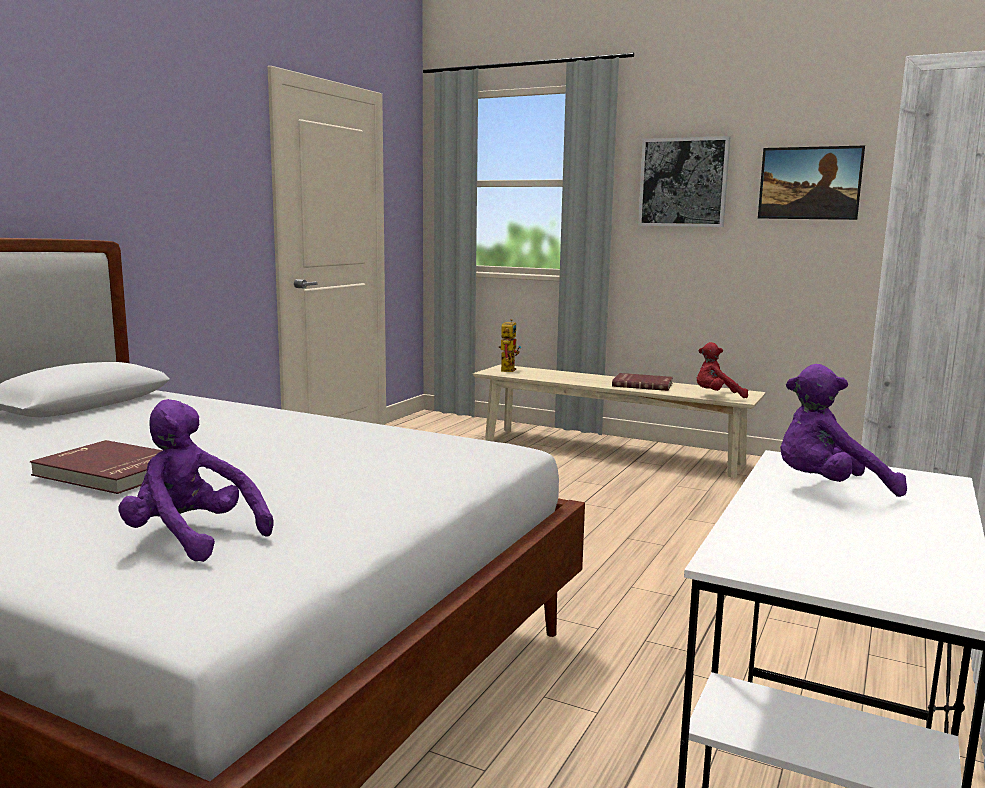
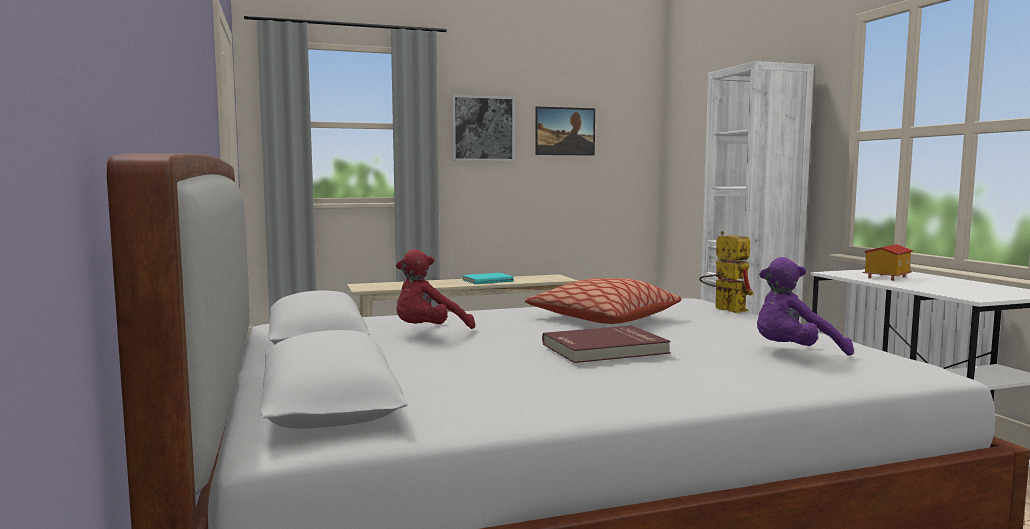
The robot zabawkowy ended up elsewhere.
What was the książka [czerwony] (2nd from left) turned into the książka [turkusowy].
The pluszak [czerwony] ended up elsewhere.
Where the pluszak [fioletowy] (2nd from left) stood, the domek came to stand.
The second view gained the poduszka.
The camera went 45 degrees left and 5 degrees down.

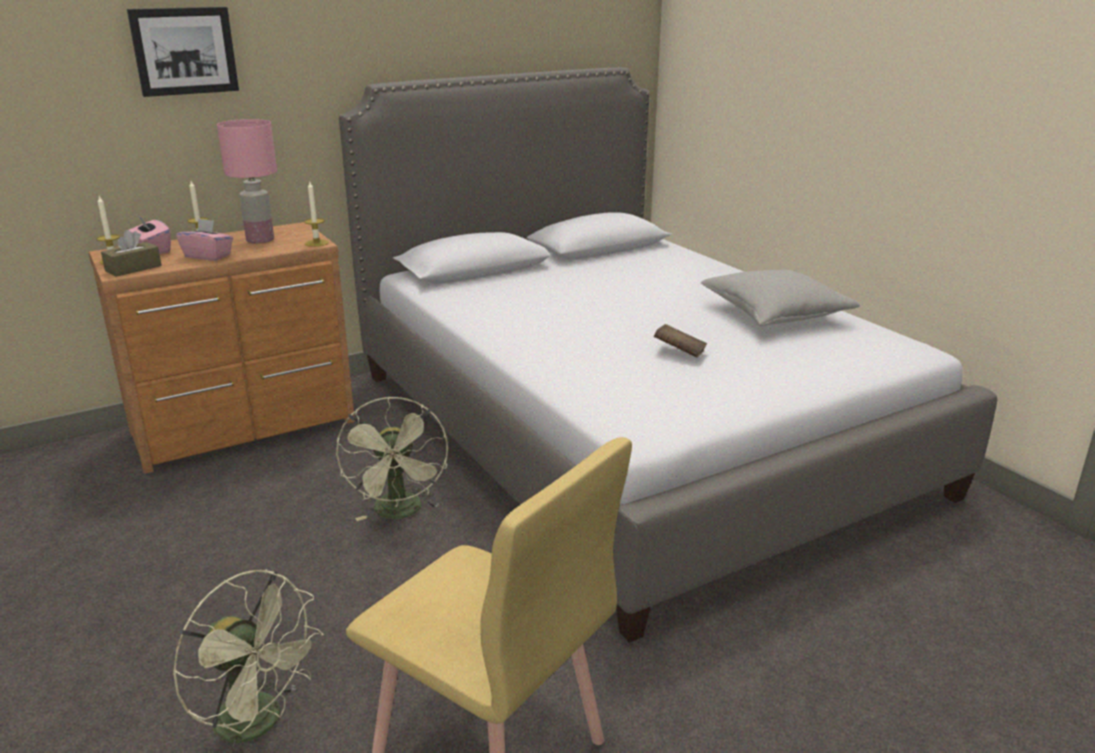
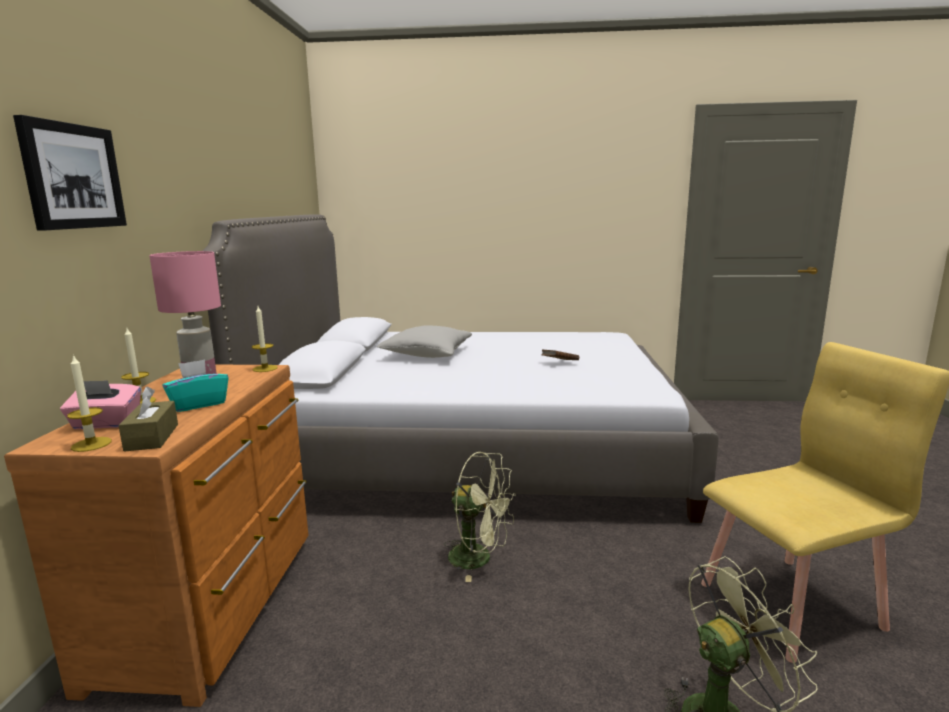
What was the pudełko chusteczek [różowy] (2nd from left) turned into the pudełko chusteczek [turkusowy].
The poduszka [szary] ended up elsewhere.
The camera went 55 degrees left and 10 degrees down.

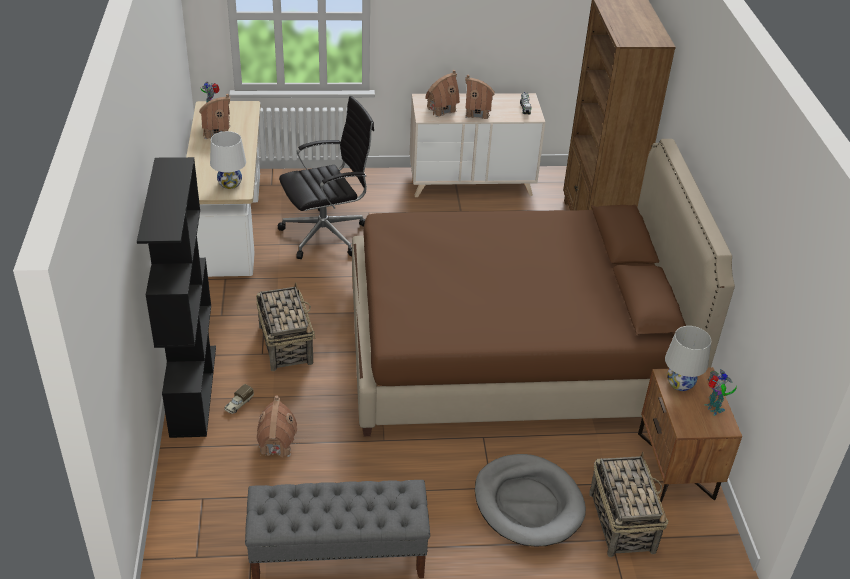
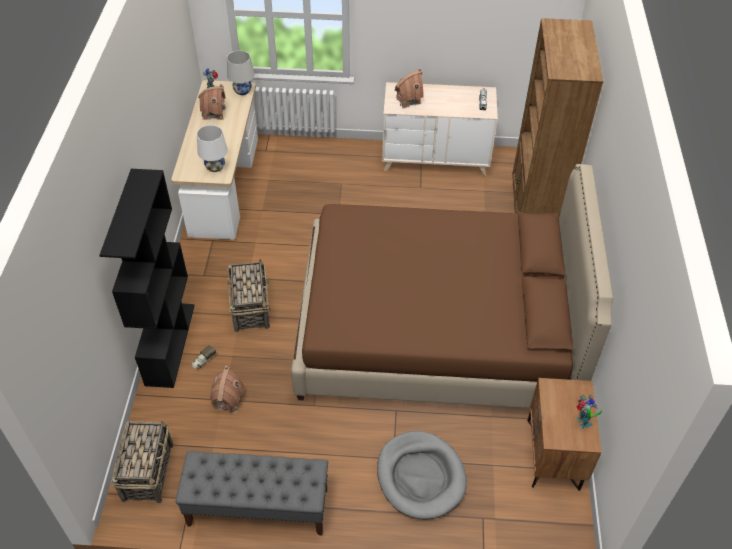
The second view lost the krzesło biurowe [czarny].
The second view lost the domek (4th from left).
The koszyk (2nd from left in the first image) ended up elsewhere.
The lampa stołowa [biały] (2nd from left) ended up elsewhere.
The camera went 10 degrees right and 10 degrees up.

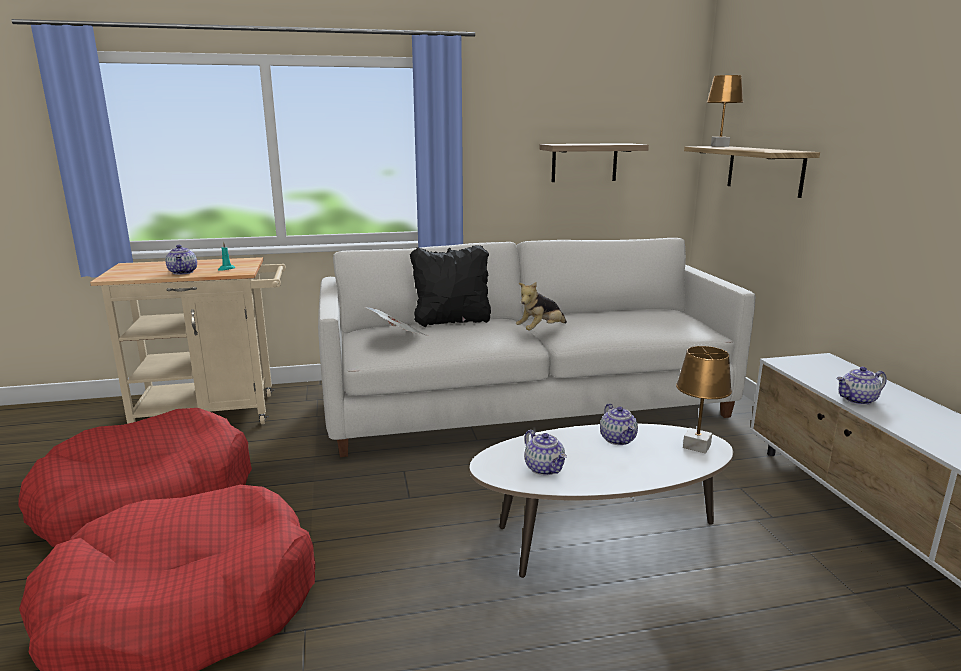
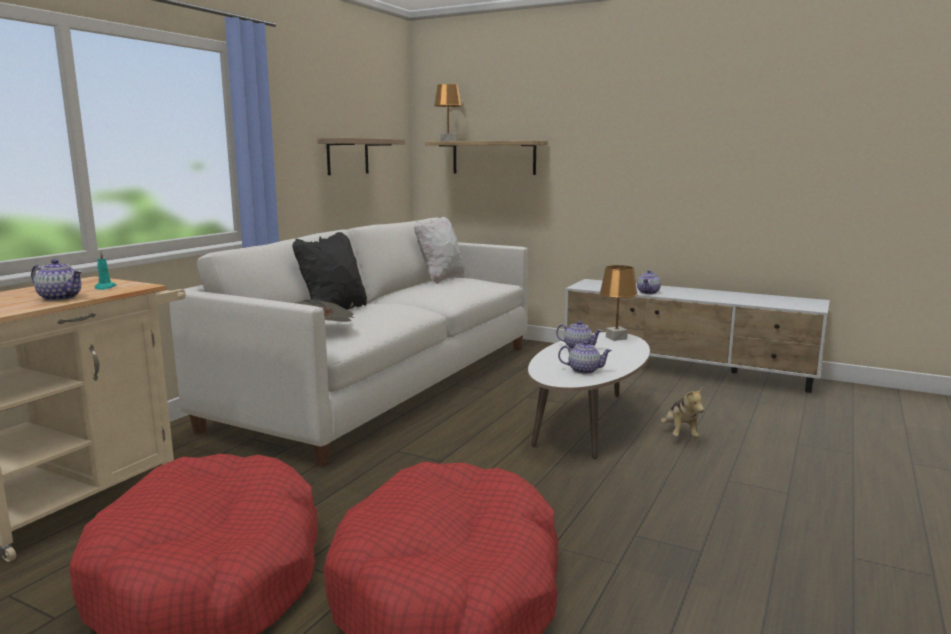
The pluszak ended up elsewhere.
The second view gained the poduszka [biały].
The camera went 50 degrees left and 5 degrees down.

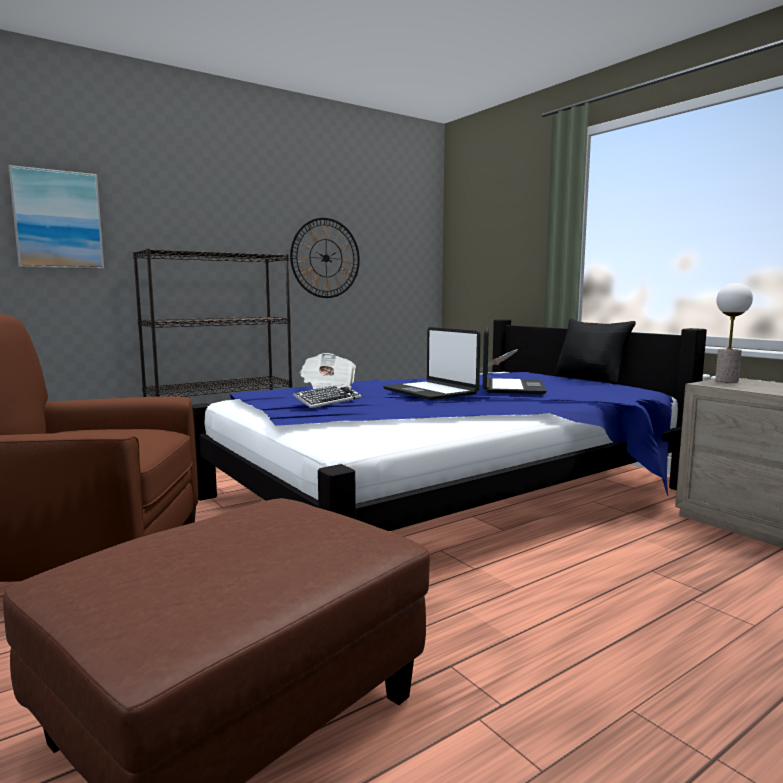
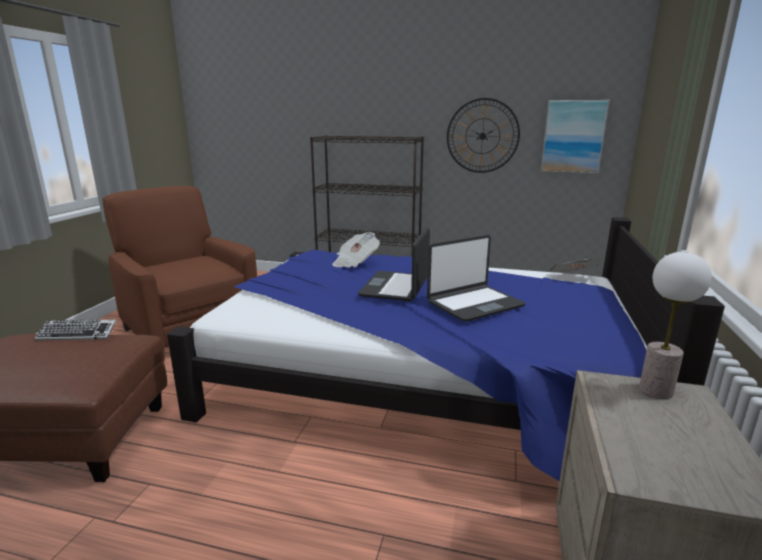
The obraz ended up elsewhere.
The klawiatura ended up elsewhere.
The second view lost the poduszka [czarny].
The camera went 50 degrees right and 10 degrees up.

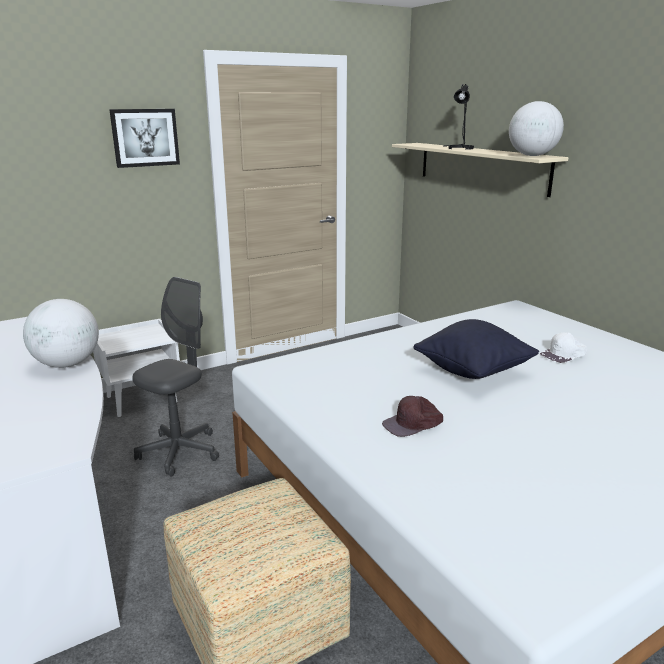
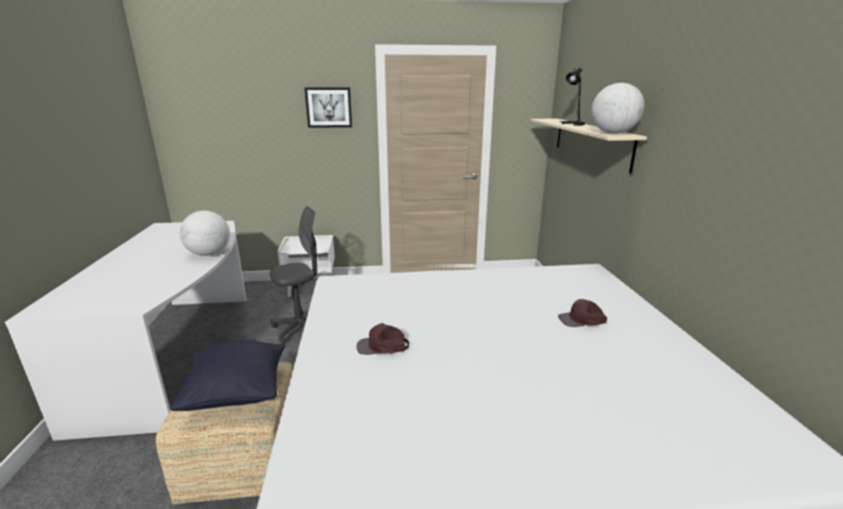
The poduszka [czarny] ended up elsewhere.
What was the czapka z daszkiem [biały] turned into the czapka z daszkiem [brązowy] (2nd from left).
The camera went 25 degrees right and 0 degrees up.

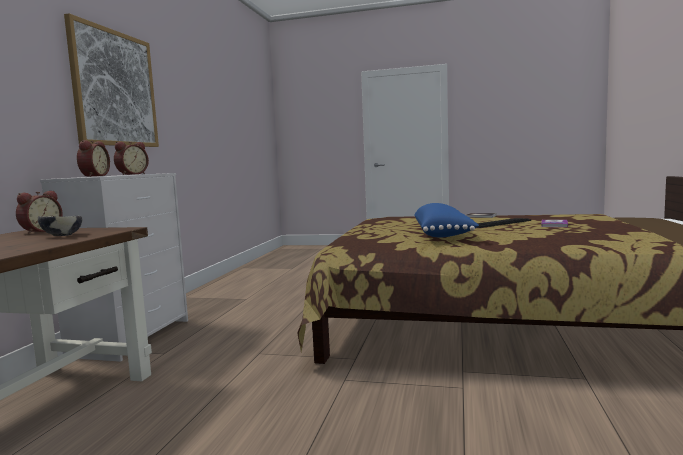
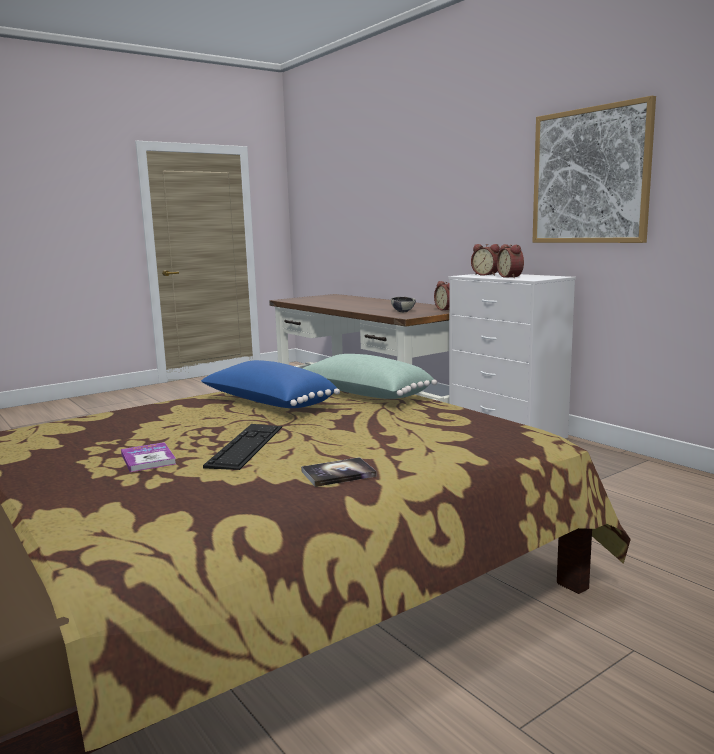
The second view gained the poduszka [zielony].
The camera went 130 degrees right and 5 degrees up.

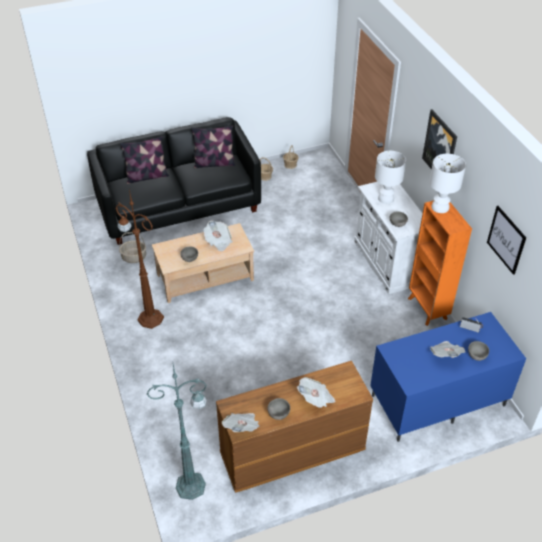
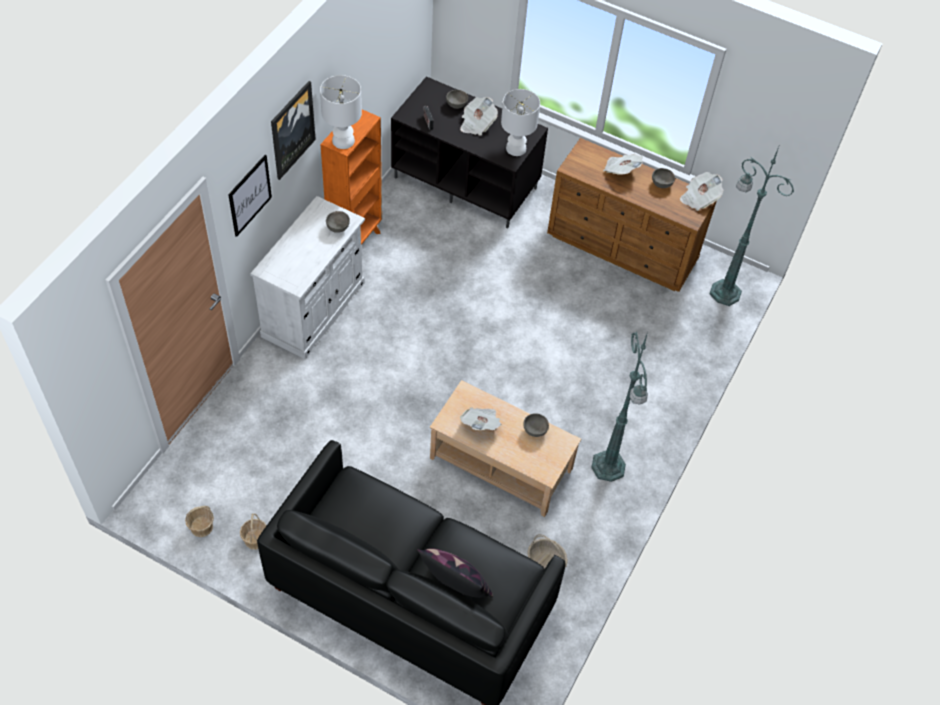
What was the lampa stojąca [brązowy] turned into the lampa stojąca [zielony] (1st from left).
The second view lost the poduszka (2nd from left).
What was the szafka pod telewizor [niebieski] turned into the szafka pod telewizor [czarny].
The lampa stołowa [biały] (1st from left in the first image) ended up elsewhere.
The obraz (2nd from left in the first image) ended up elsewhere.
The camera went 135 degrees left and 10 degrees up.

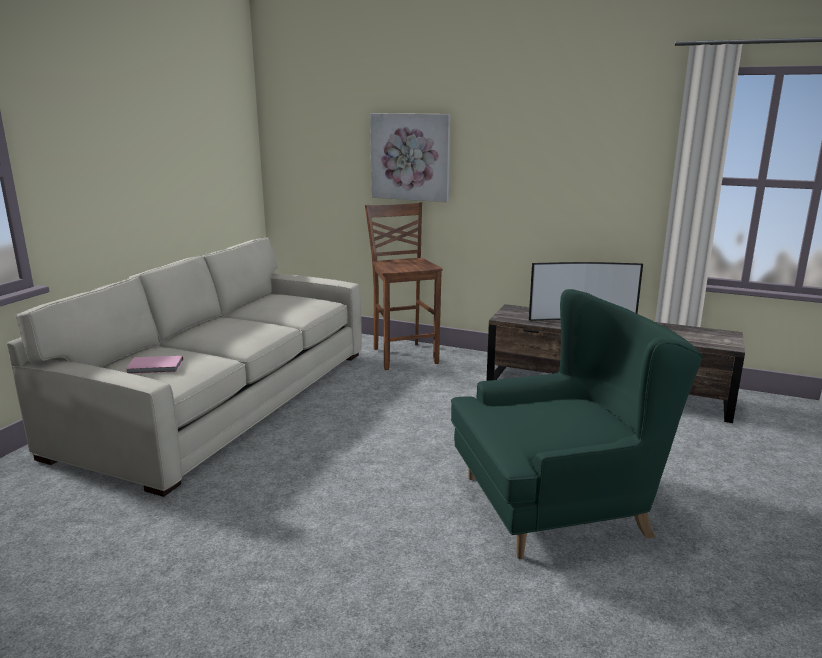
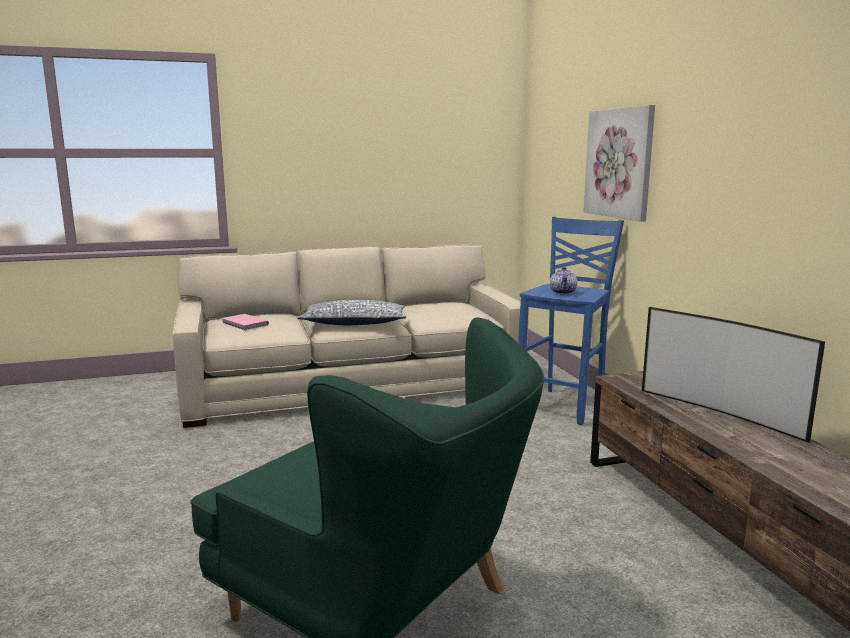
What was the stołek [brązowy] turned into the stołek [niebieski].
The second view gained the poduszka.
The second view gained the imbryk.
The camera went 50 degrees right and 5 degrees down.

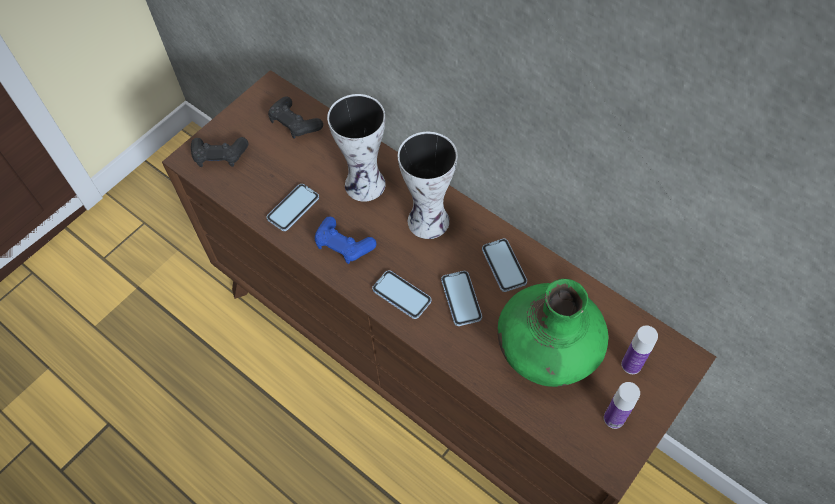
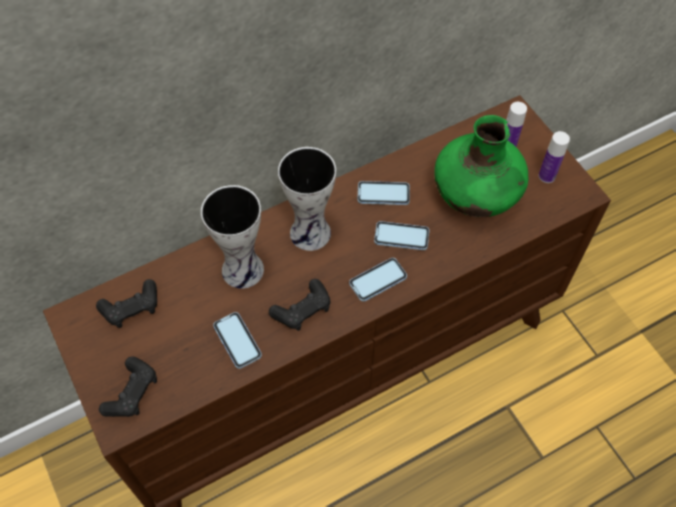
What was the pad do gier [niebieski] turned into the pad do gier [czarny] (3rd from left).
The camera went 70 degrees left and 0 degrees up.

